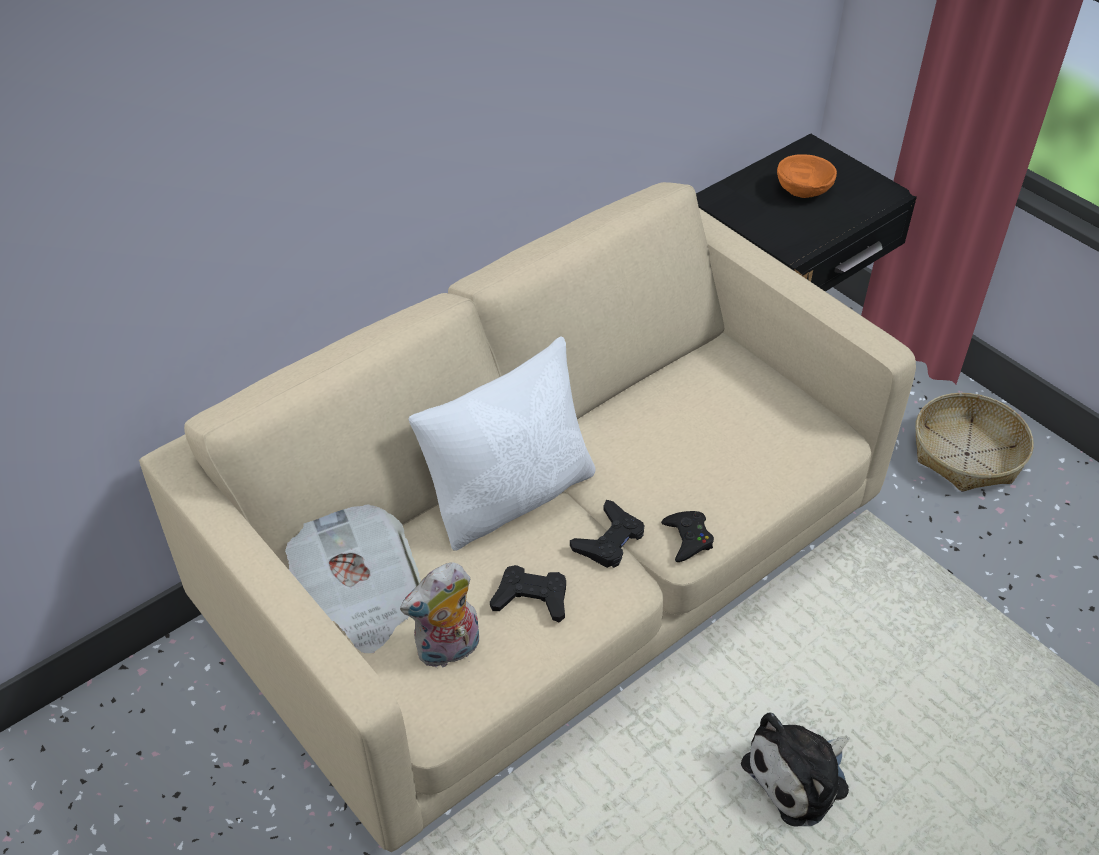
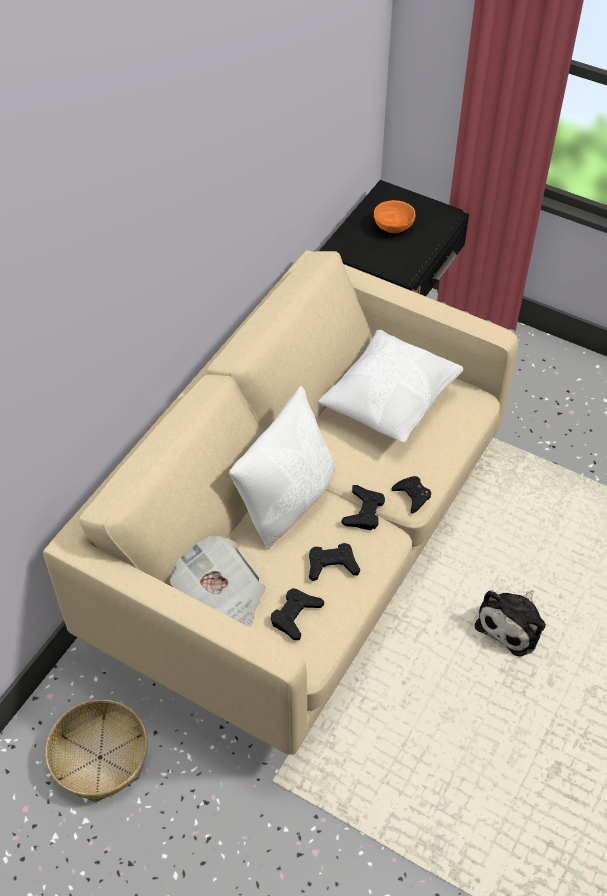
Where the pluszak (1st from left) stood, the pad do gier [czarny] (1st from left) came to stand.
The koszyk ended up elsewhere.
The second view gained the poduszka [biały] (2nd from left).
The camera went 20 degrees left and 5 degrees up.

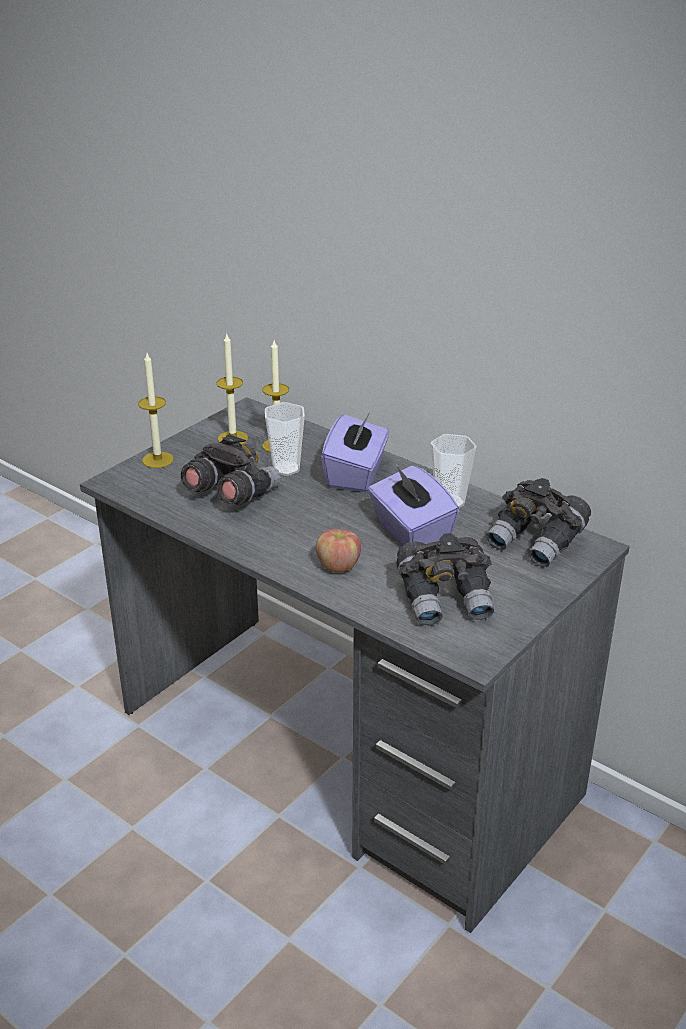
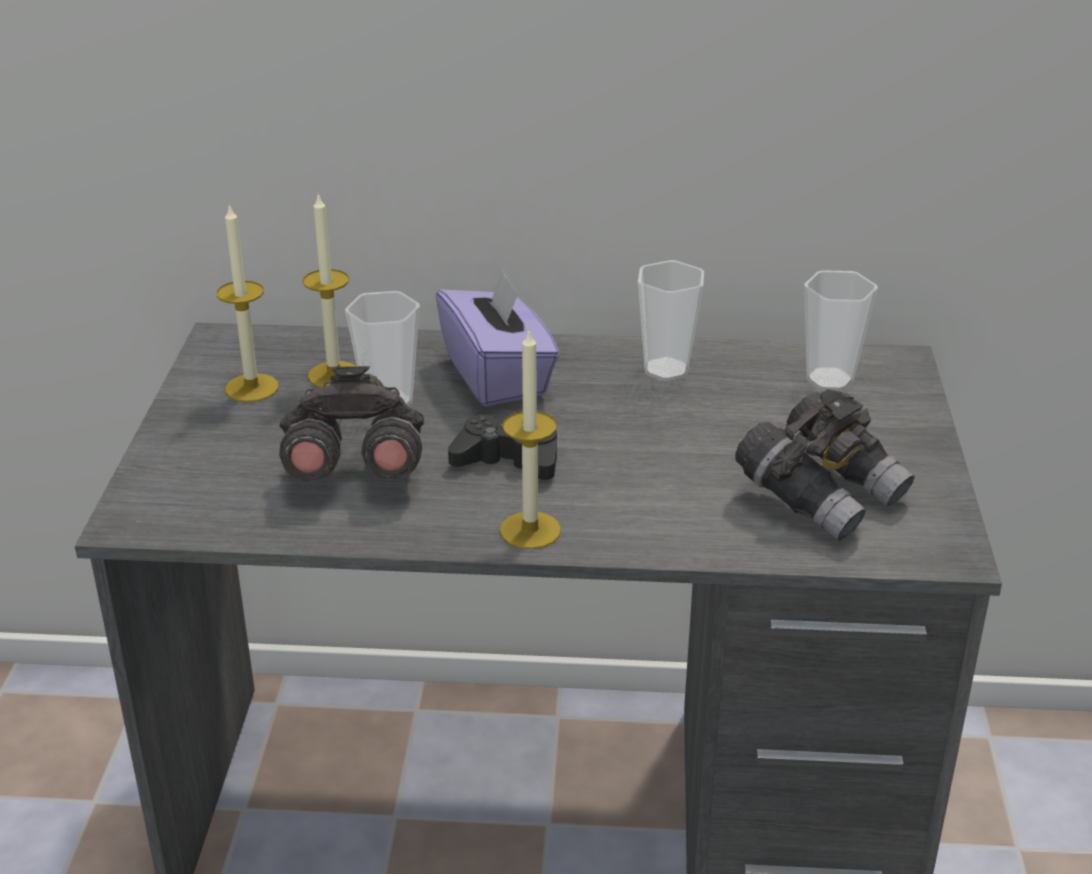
The świeca (1st from left in the first image) ended up elsewhere.
The second view lost the jabłko.
The second view lost the pudełko chusteczek [fioletowy] (2nd from left).
Where the lornetka [szary] (3rd from left) stood, the filiżanka (3rd from left) came to stand.
The second view gained the pad do gier [czarny].
The camera went 35 degrees left and 0 degrees up.

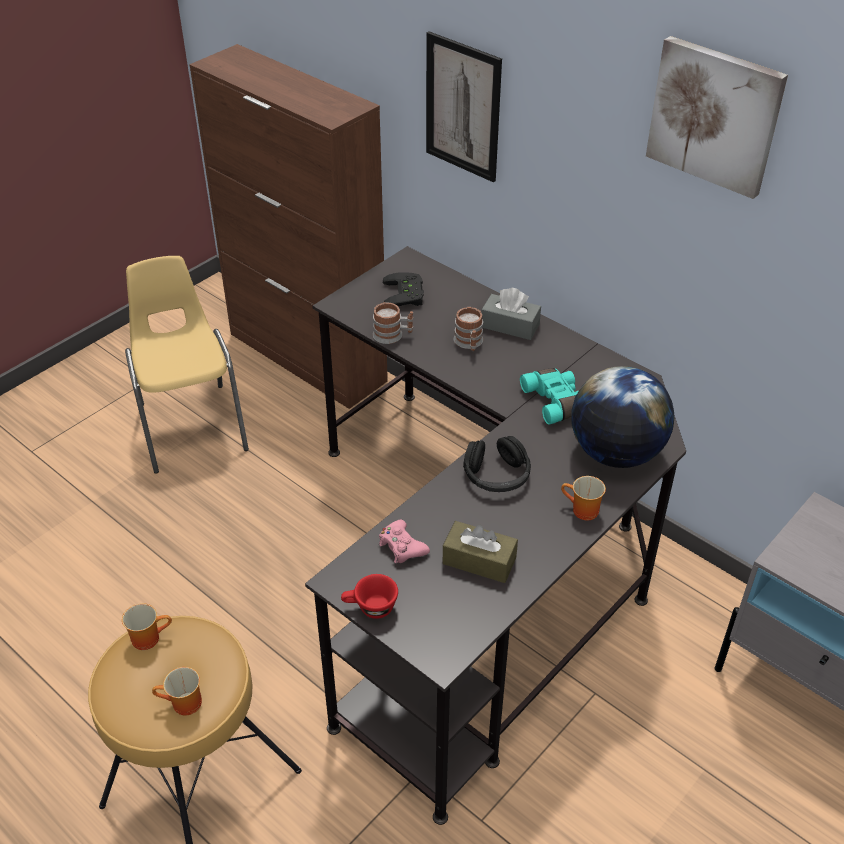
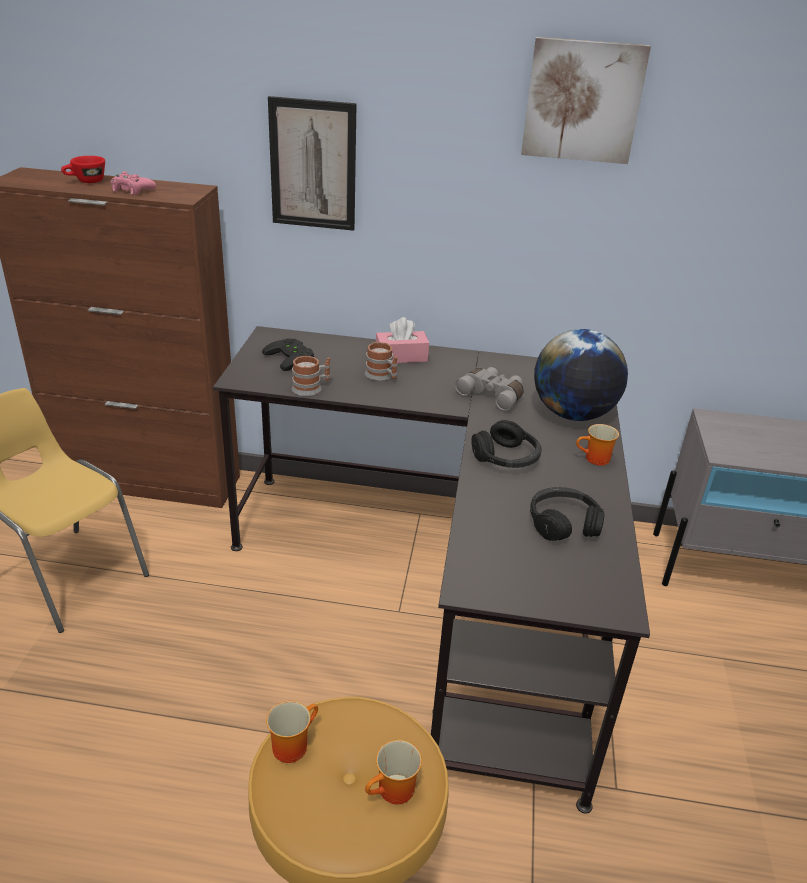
The filiżanka [czerwony] ended up elsewhere.
The pad do gier [różowy] ended up elsewhere.
Where the pudełko chusteczek [brązowy] stood, the słuchawki [czarny] (2nd from left) came to stand.
What was the pudełko chusteczek [szary] turned into the pudełko chusteczek [różowy].
What was the lornetka [turkusowy] turned into the lornetka [szary].
The camera went 35 degrees left and 10 degrees down.

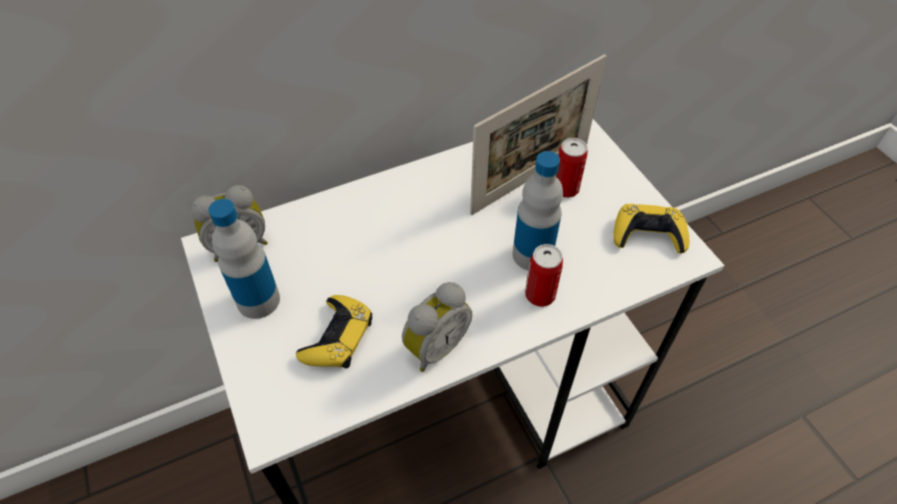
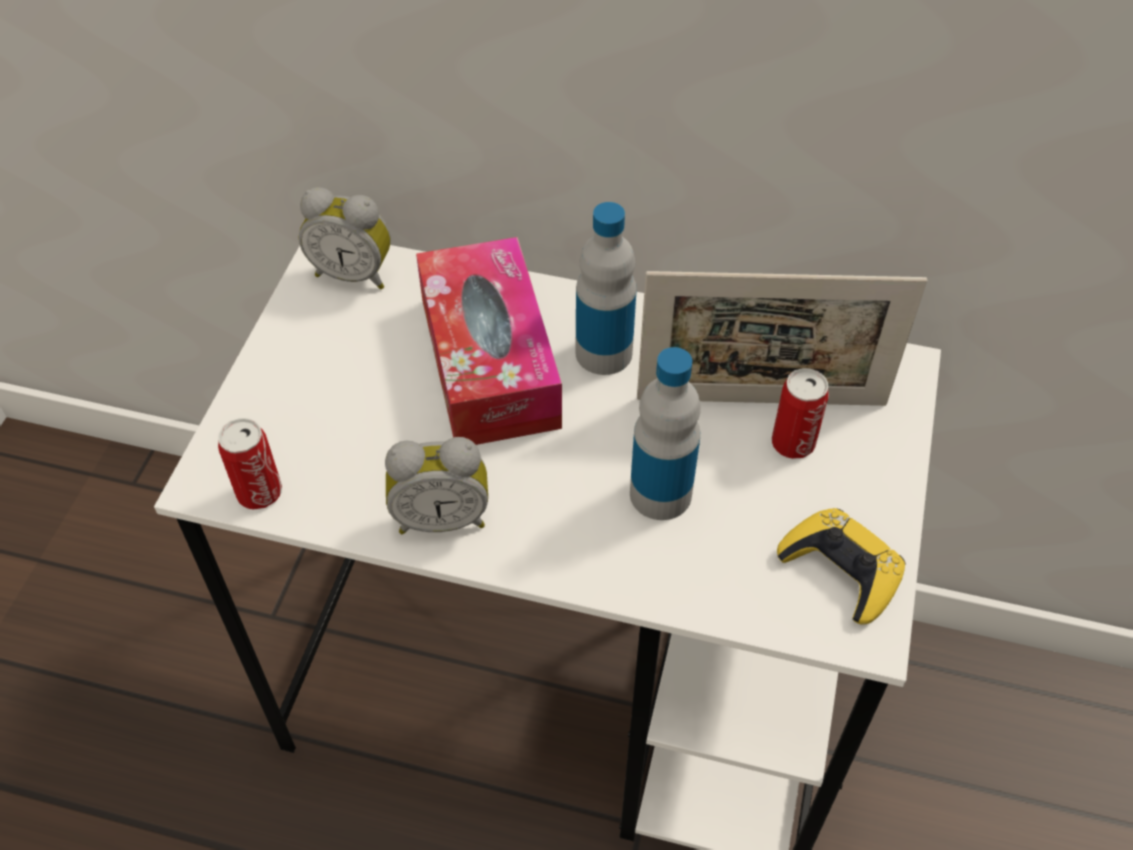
The butelka (1st from left) ended up elsewhere.
The second view lost the pad do gier [żółty] (1st from left).
The puszka (1st from left) ended up elsewhere.
The second view gained the pudełko chusteczek.
The camera went 40 degrees right and 0 degrees up.

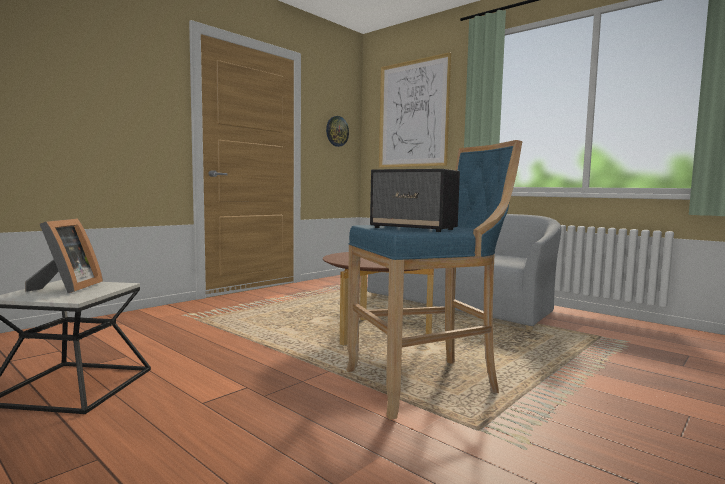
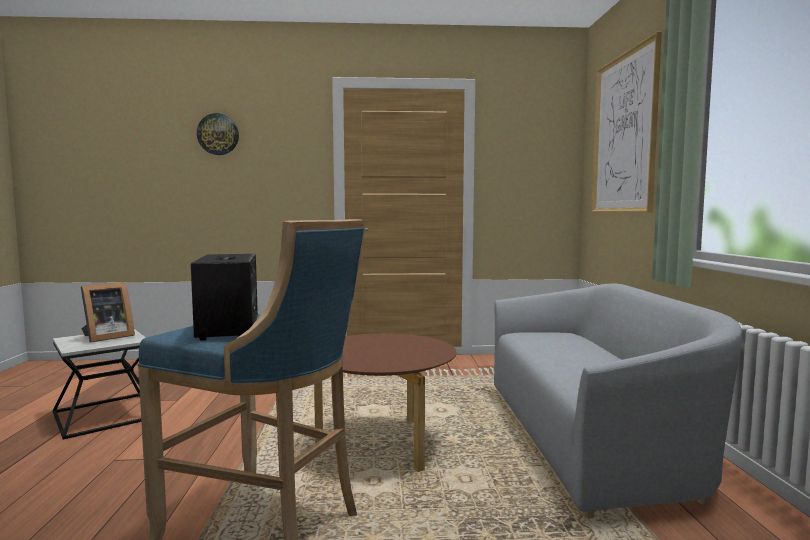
The zegar ścienny ended up elsewhere.
The camera went 45 degrees right and 0 degrees up.

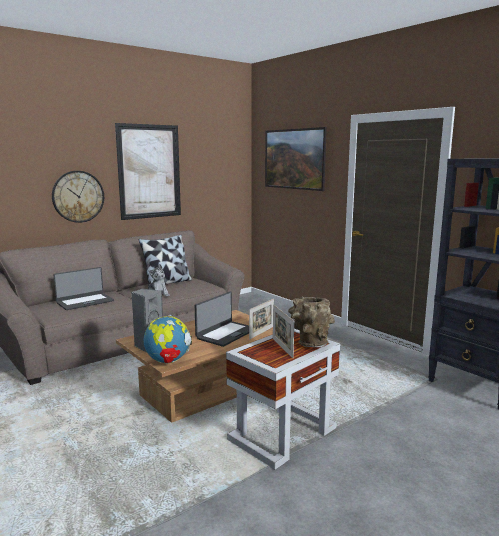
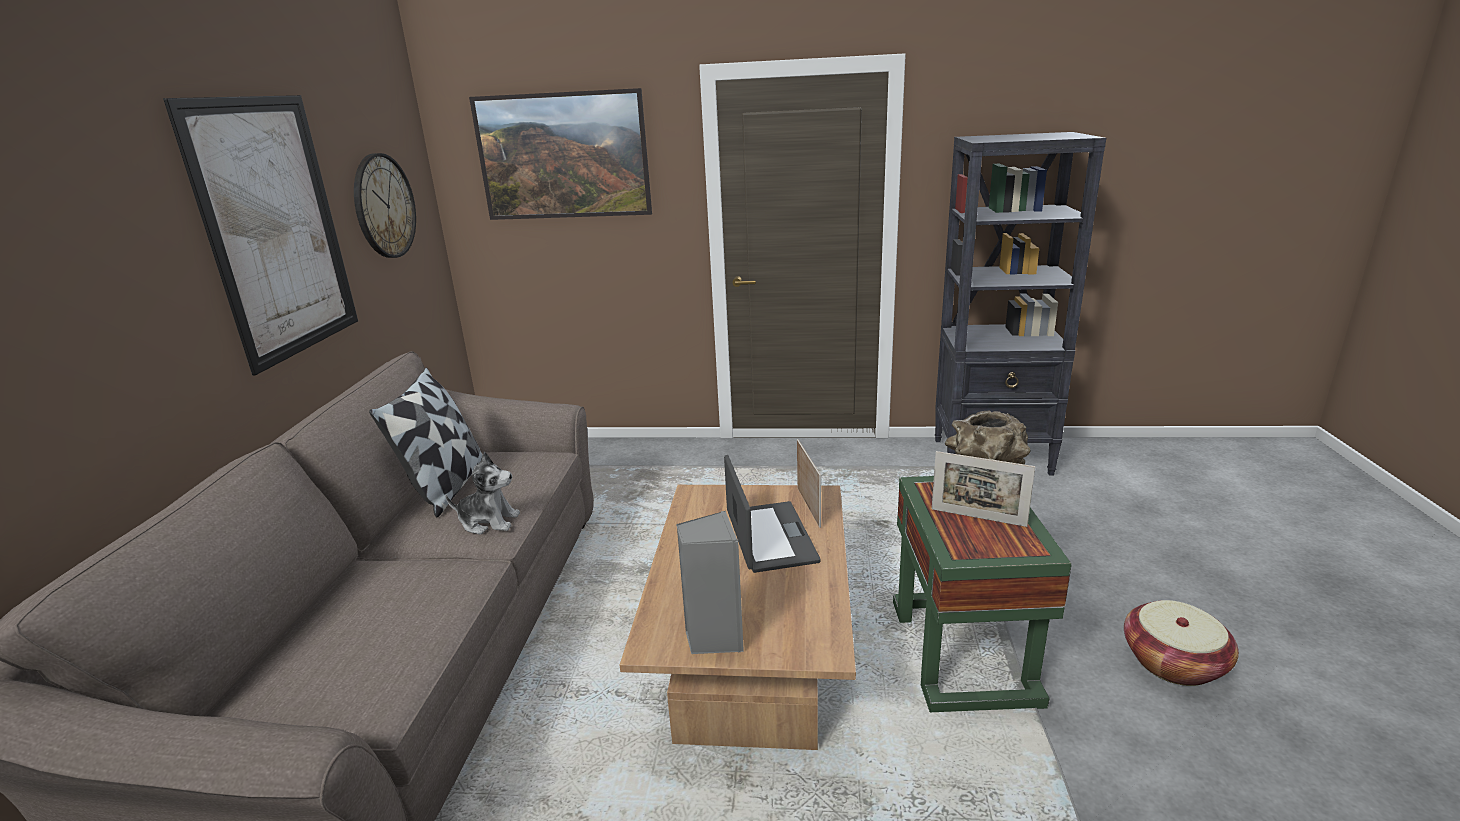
The zegar ścienny ended up elsewhere.
The second view lost the laptop (1st from left).
The second view lost the globus.
What was the stolik [biały] turned into the stolik [zielony].
The second view gained the koszyk.
The camera went 45 degrees left and 10 degrees up.

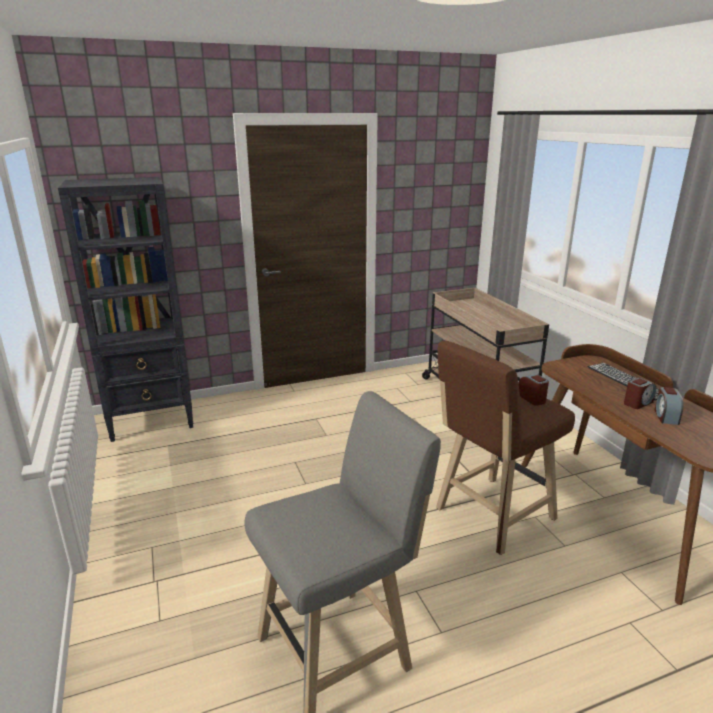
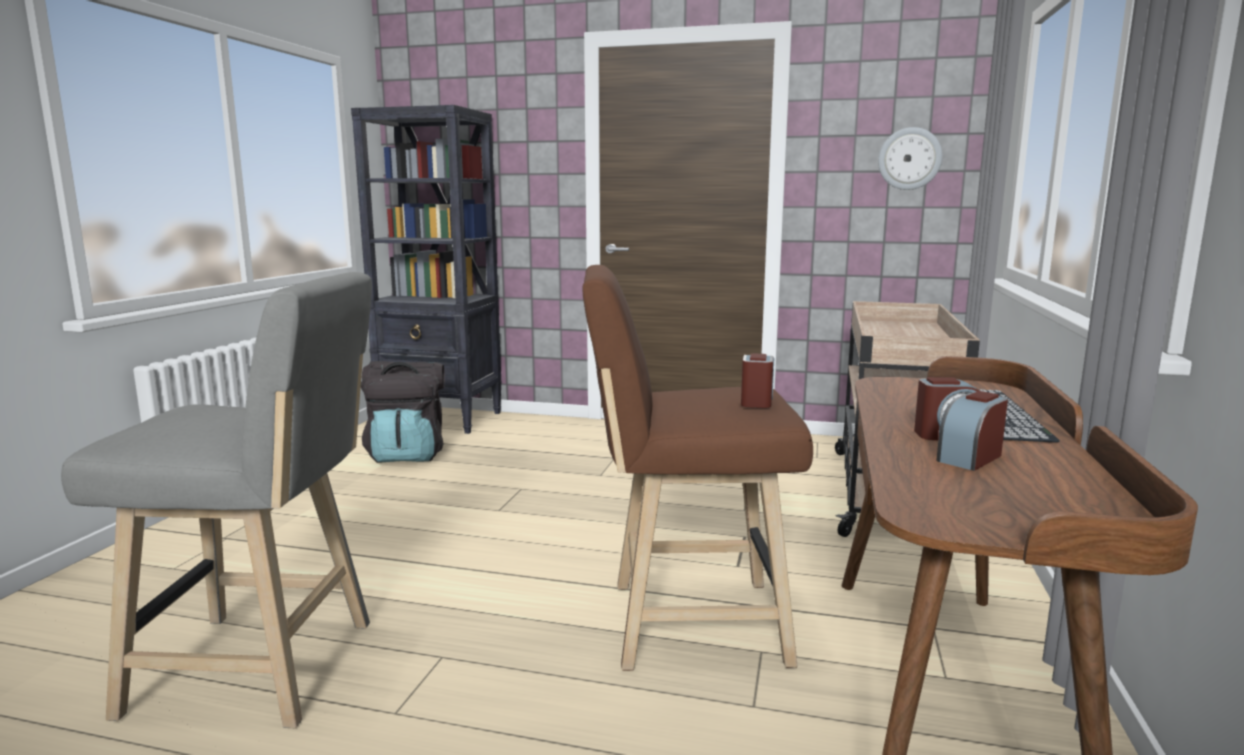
The second view gained the plecak [czarny].
The second view gained the zegar ścienny.
The camera went 35 degrees right and 10 degrees down.

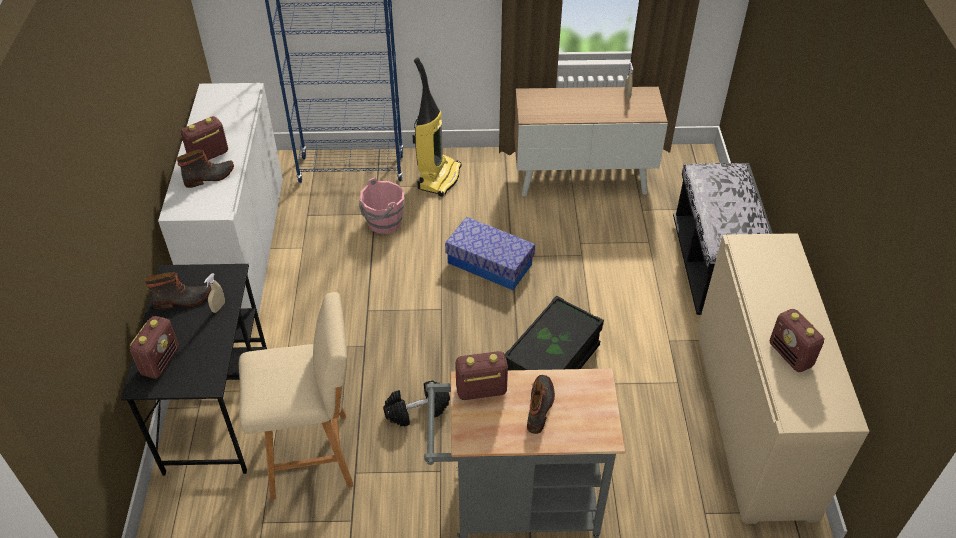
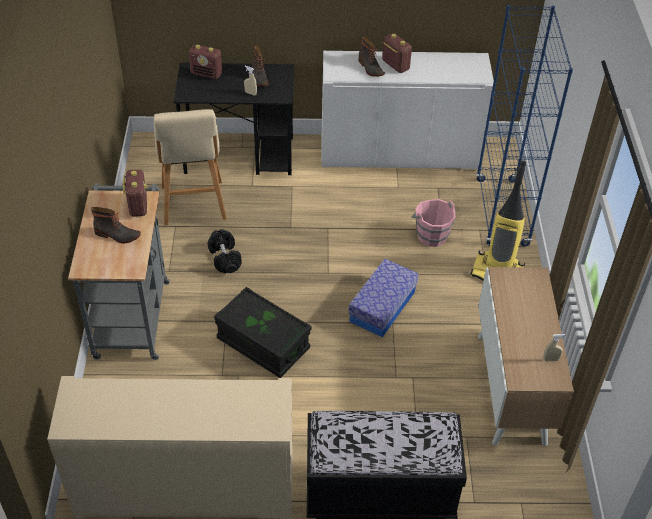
The second view lost the radio (4th from left).
The camera went 90 degrees right and 0 degrees up.

